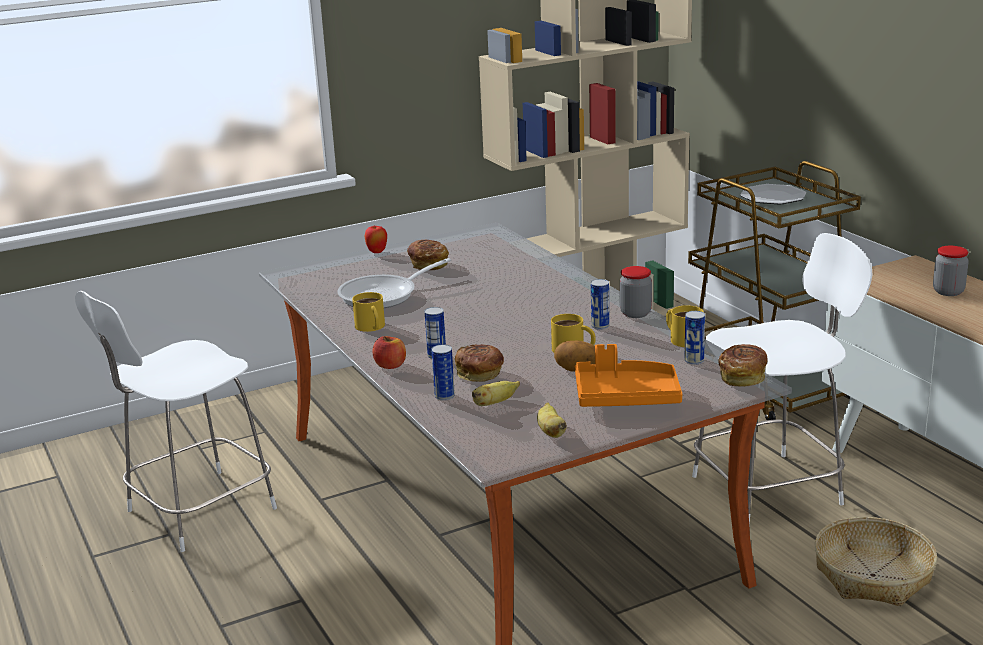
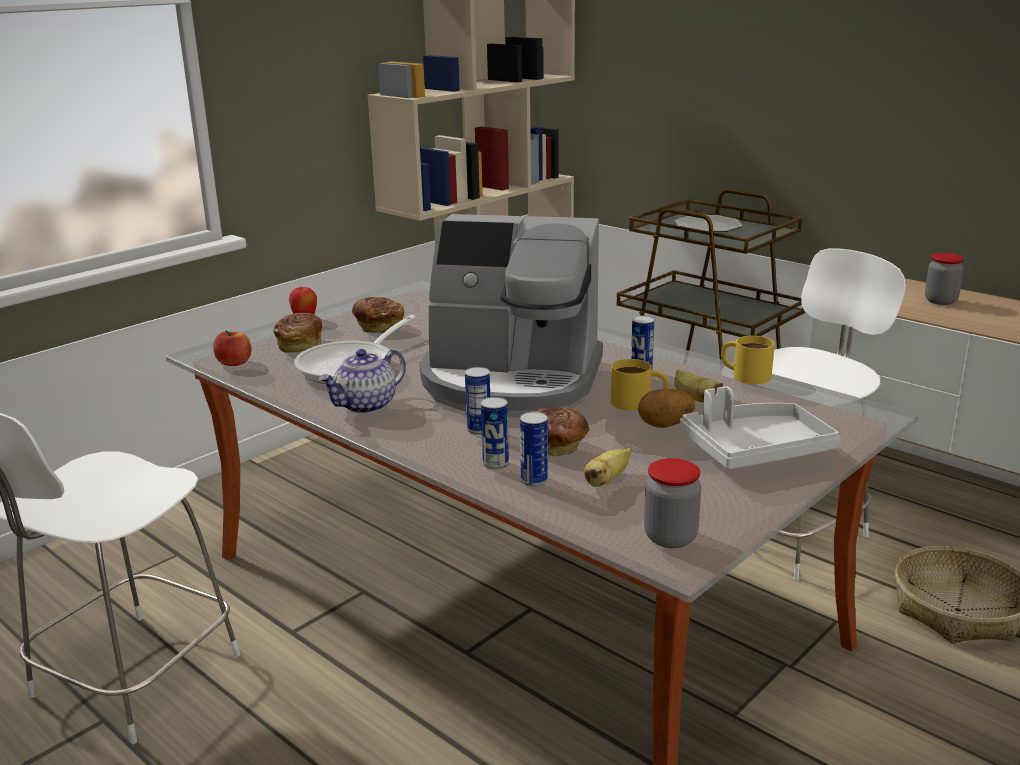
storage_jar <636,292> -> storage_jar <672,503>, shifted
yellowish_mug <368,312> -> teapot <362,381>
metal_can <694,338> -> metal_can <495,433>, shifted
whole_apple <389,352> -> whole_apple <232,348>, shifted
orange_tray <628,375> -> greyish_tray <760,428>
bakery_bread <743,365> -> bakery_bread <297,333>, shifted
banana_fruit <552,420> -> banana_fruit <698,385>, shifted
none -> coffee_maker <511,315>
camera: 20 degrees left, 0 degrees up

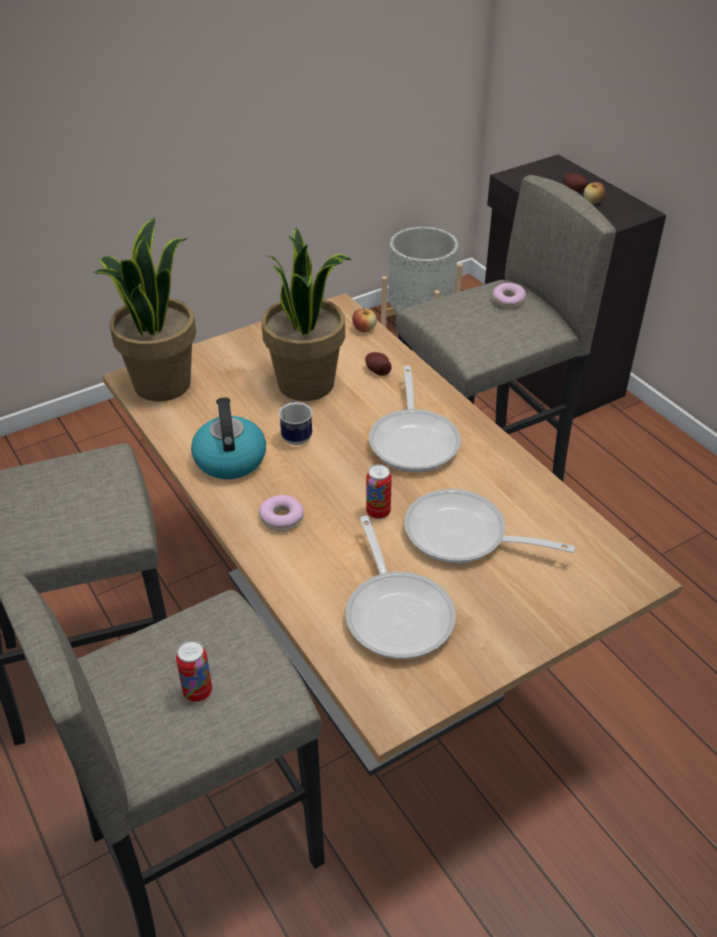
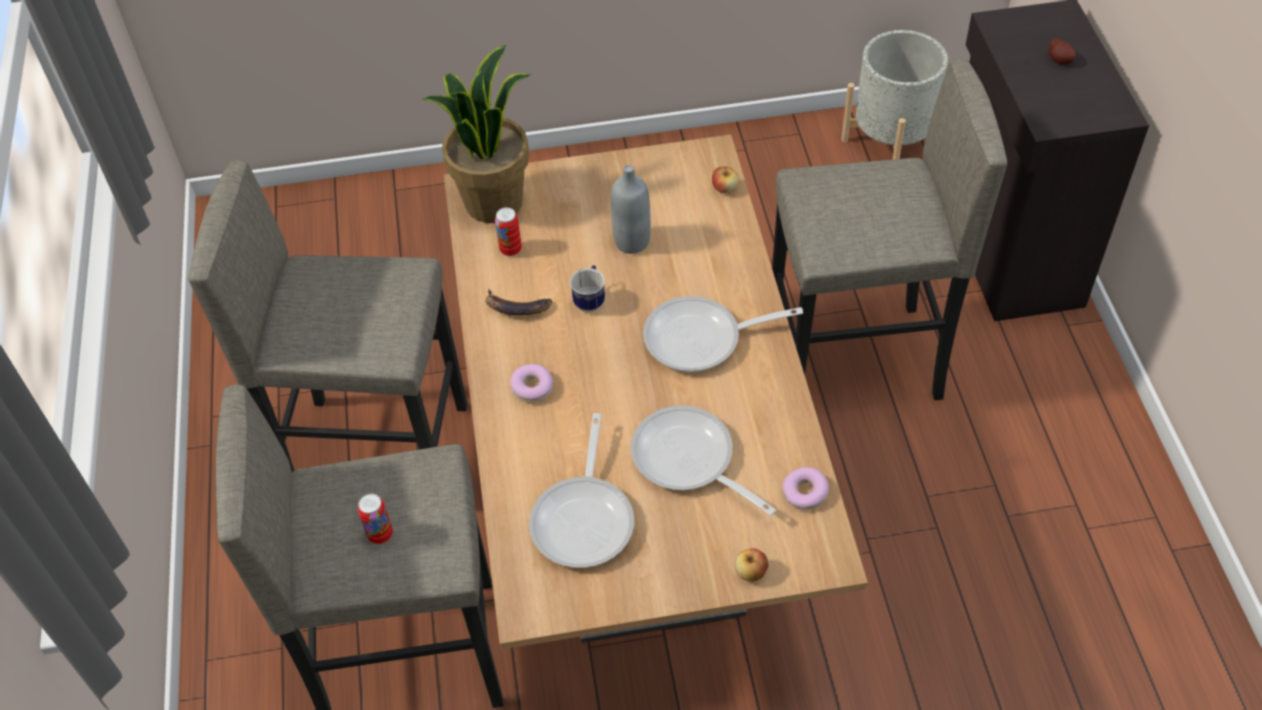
whole_apple <594,193> -> whole_apple <751,565>, shifted
potted_plant <307,314> -> greyish_bottle <631,209>
doughnut <509,295> -> doughnut <805,488>, shifted
spud <378,364> -> none
frying_pan <415,418> -> frying_pan <723,334>, 60 degrees clockwise
water_kettle <228,438> -> banana_fruit <519,302>
metal_can <379,491> -> metal_can <508,231>, shifted
camera: 25 degrees right, 10 degrees up

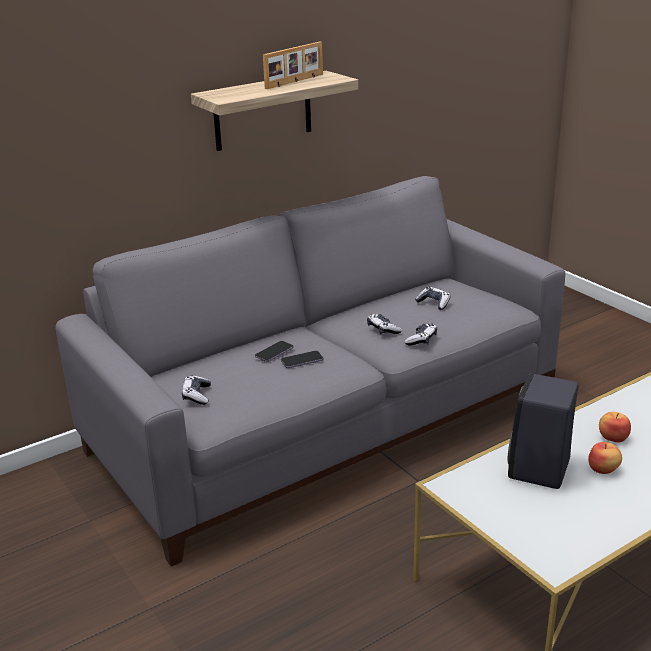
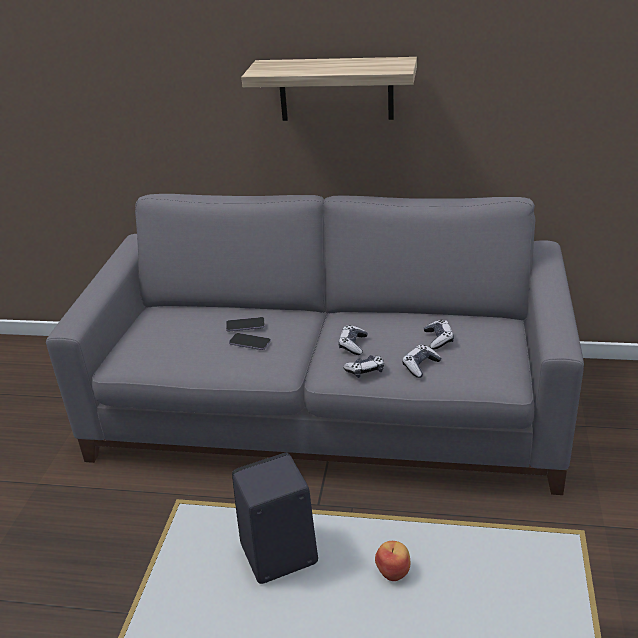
picture_frame <293,65> -> none
gamepad <196,390> -> gamepad <421,361>, shifted
whole_apple <605,458> -> none
camera: 45 degrees right, 5 degrees up

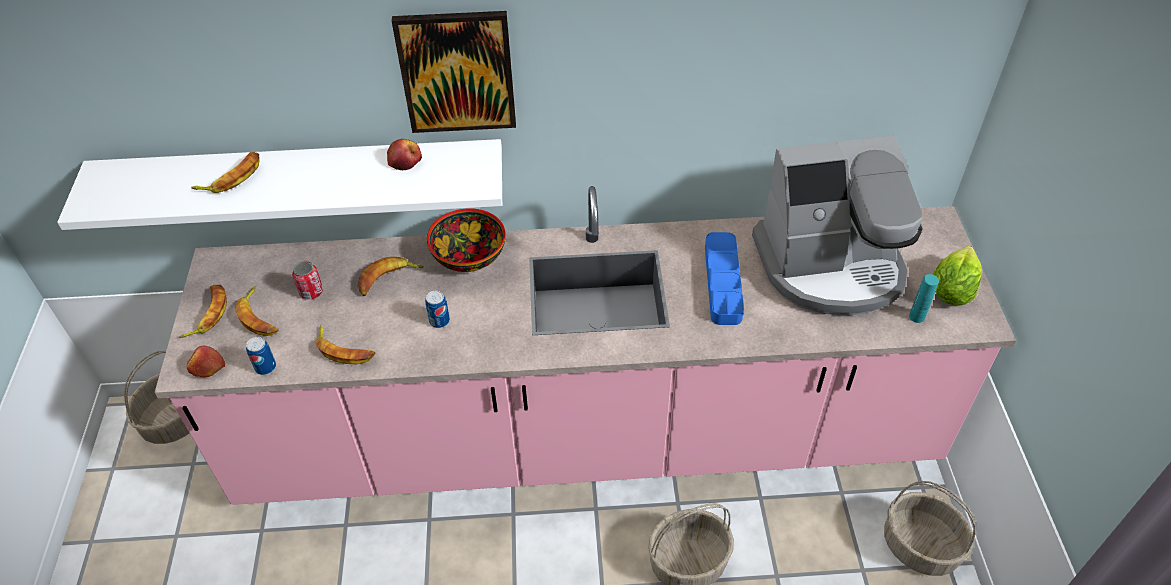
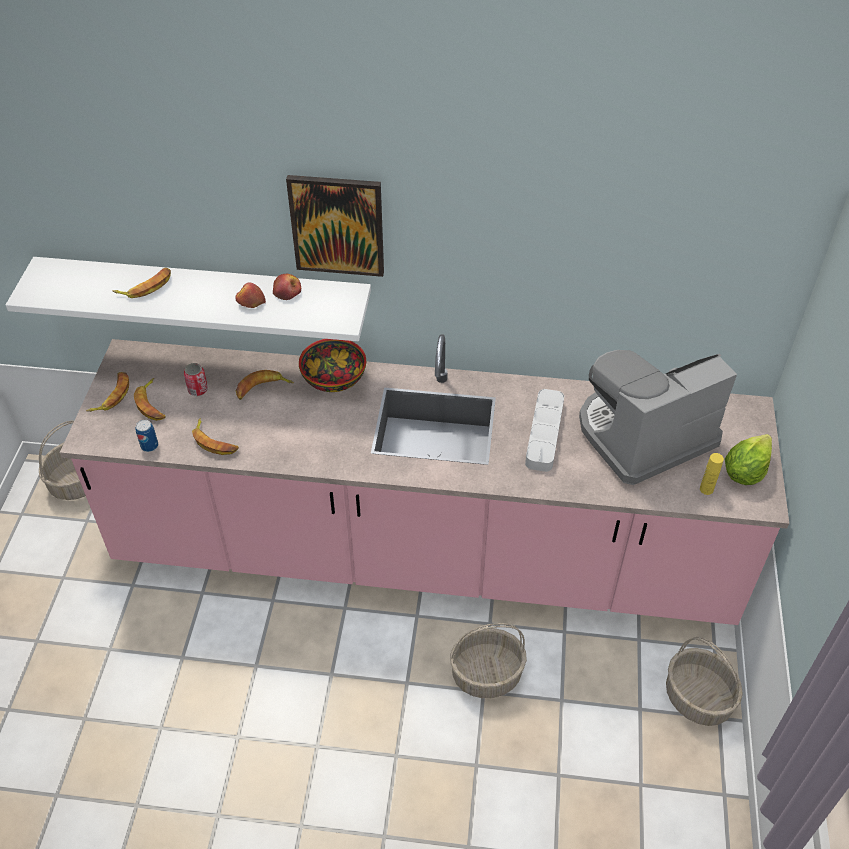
coffee_maker <837,225> -> coffee_maker <658,417>, 150 degrees clockwise
blue_tray <724,278> -> greyish_tray <544,430>
turquoise_bottle <924,298> -> yellowish_bottle <712,474>
metal_can <437,309> -> none
whole_apple <206,361> -> whole_apple <250,295>, shifted
camera: 10 degrees right, 0 degrees up

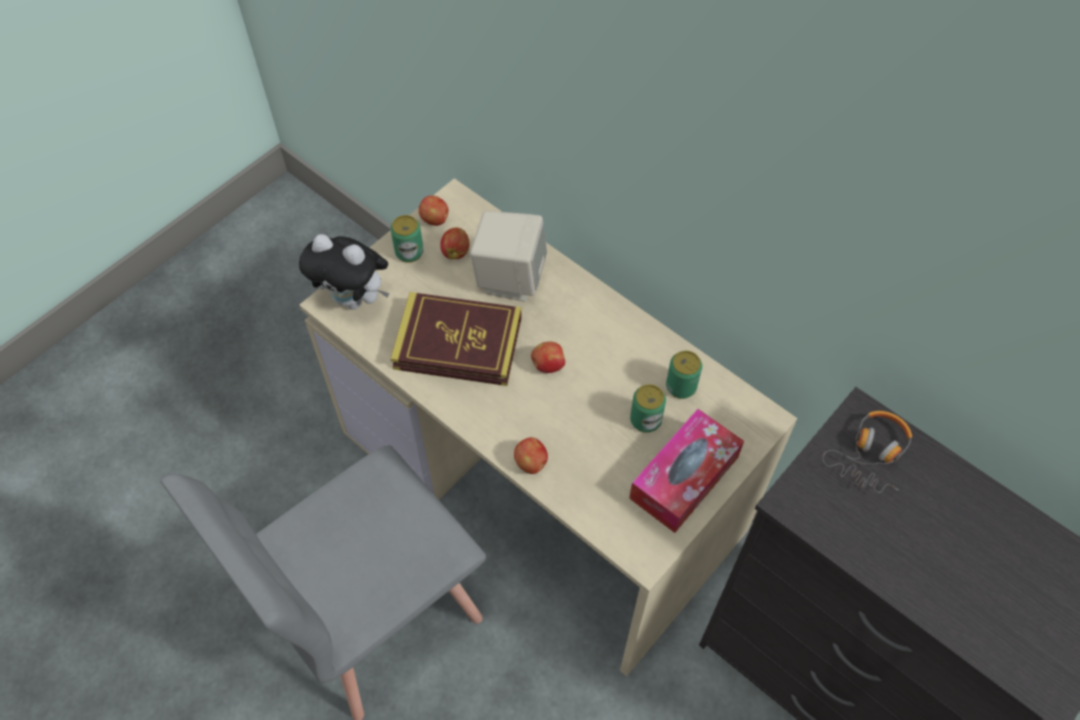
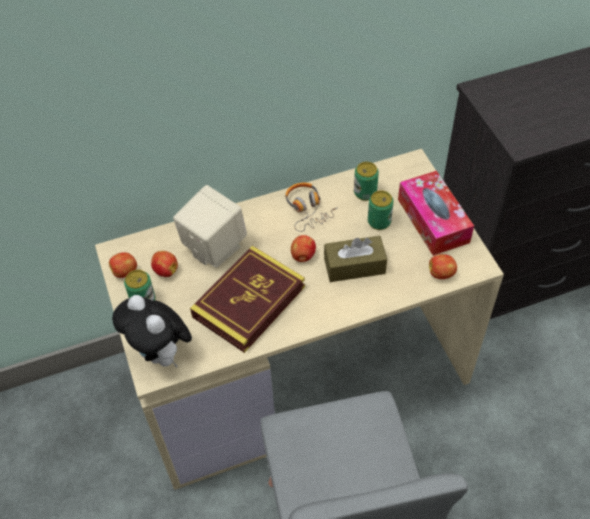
soft_toy <344,272> -> soft_toy <152,331>, 90 degrees clockwise
pair_of_headphones <867,452> -> pair_of_headphones <311,207>, shifted
whole_apple <531,455> -> whole_apple <443,266>, shifted
none -> brown-coloured_tissue_holder <355,259>
camera: 60 degrees left, 5 degrees down

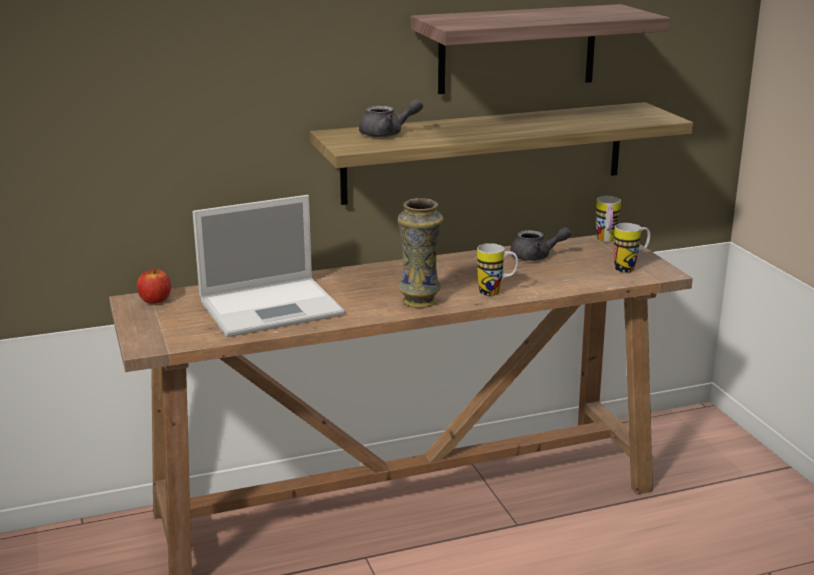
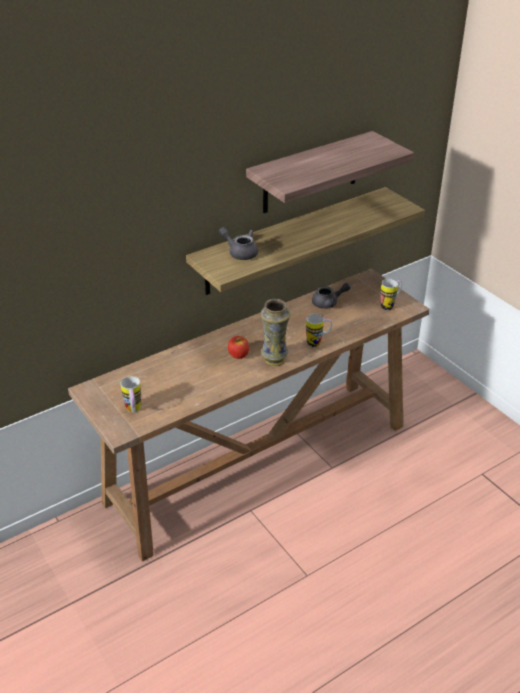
greyish_teapot <391,118> -> greyish_teapot <238,243>, 120 degrees counterclockwise
laptop <269,266> -> none
mug <608,219> -> mug <130,394>, shifted
whole_apple <154,286> -> whole_apple <238,347>, shifted
camera: 15 degrees left, 15 degrees up

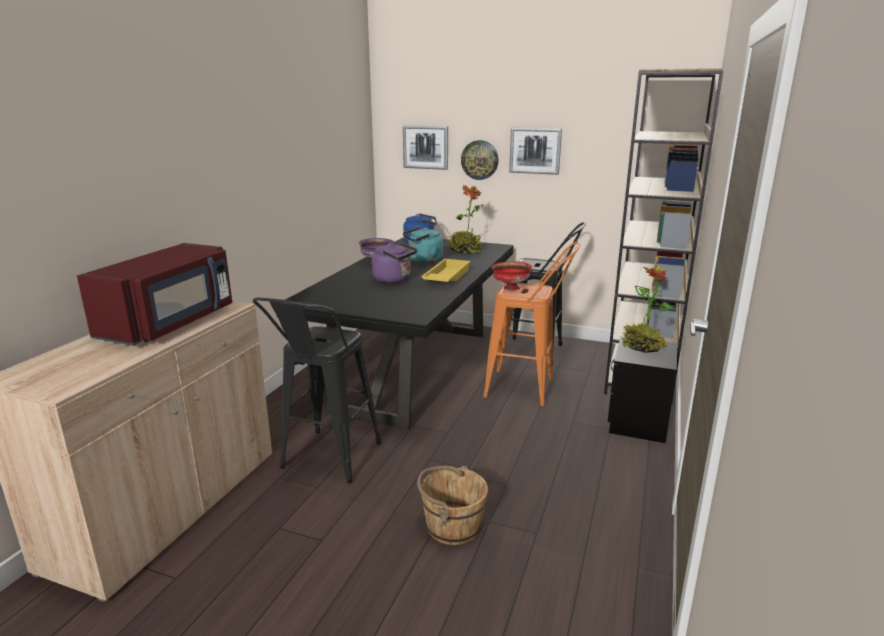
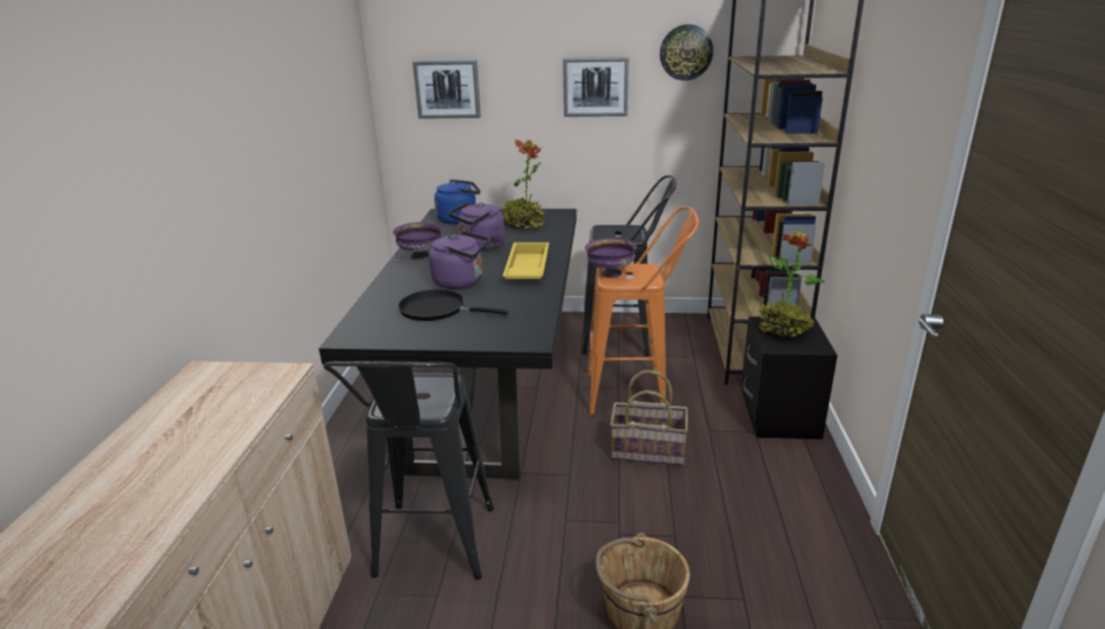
clock_on_the_wall <480,160> -> clock_on_the_wall <686,52>, shifted
turquoise_water_kettle <423,245> -> purple-coloured_water_kettle <476,226>
reddish_microwave_oven <154,294> -> none
reddish_deep_dish <511,275> -> purple-coloured_deep_dish <611,257>
none -> black_frying_pan <453,305>
none -> basket <649,418>
camera: 15 degrees left, 5 degrees up

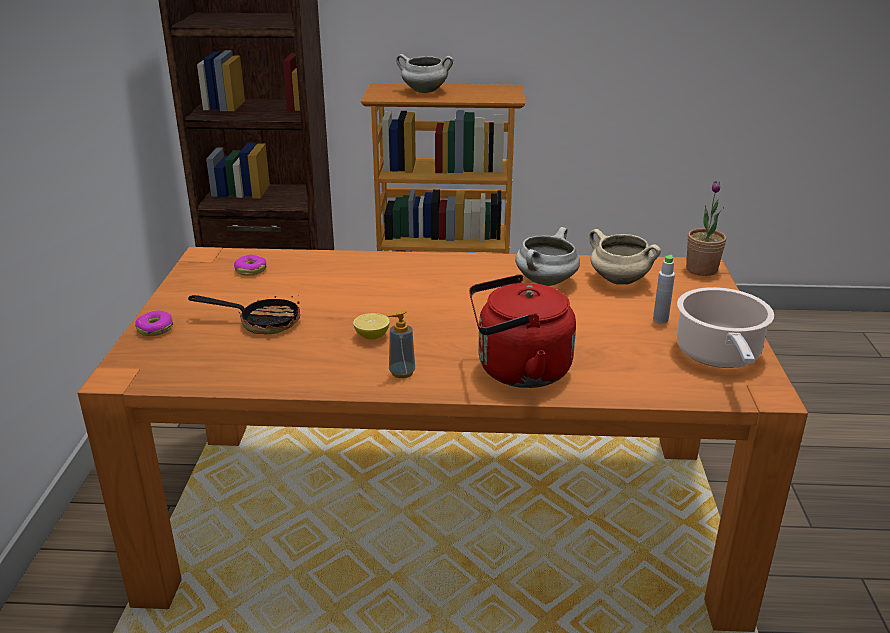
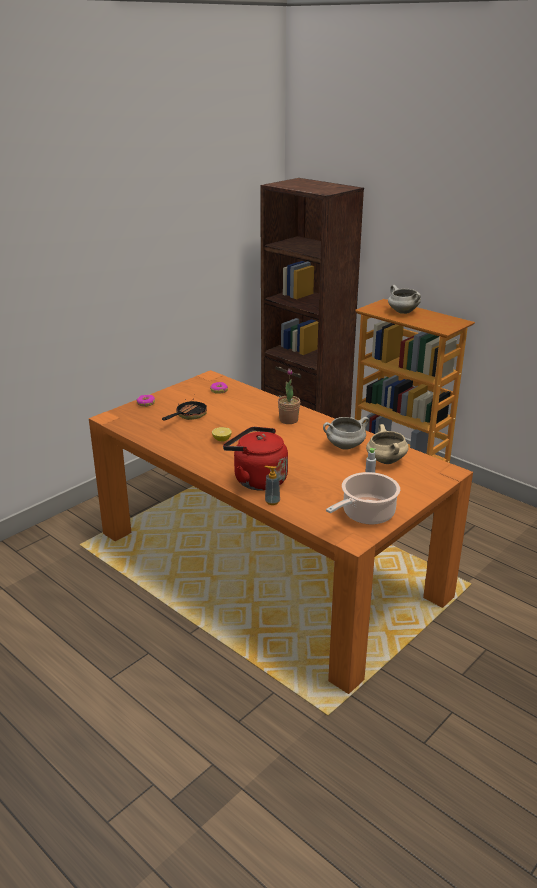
potted_plant <706,228> -> potted_plant <289,396>, shifted
frying_pan <244,314> -> frying_pan <184,409>, 105 degrees counterclockwise
soap_dispenser <401,344> -> soap_dispenser <272,485>, shifted
camera: 40 degrees right, 0 degrees up

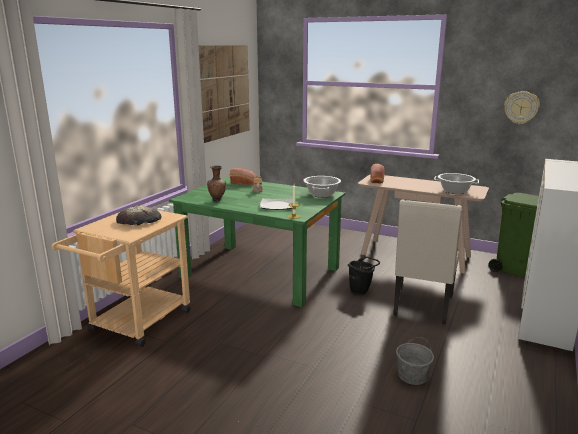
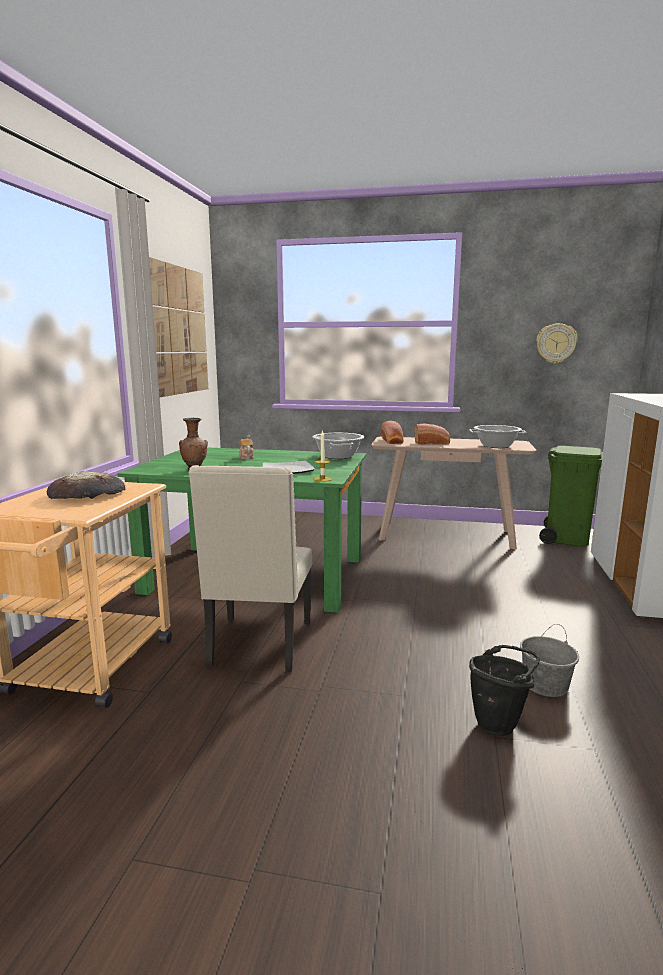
bakery_bread <244,176> -> bakery_bread <432,434>, shifted
beige-coloured_plain_chair <427,262> -> beige-coloured_plain_chair <250,568>, shifted
black_water_bucket <364,276> -> black_water_bucket <504,690>, shifted
camera: 15 degrees left, 5 degrees down

